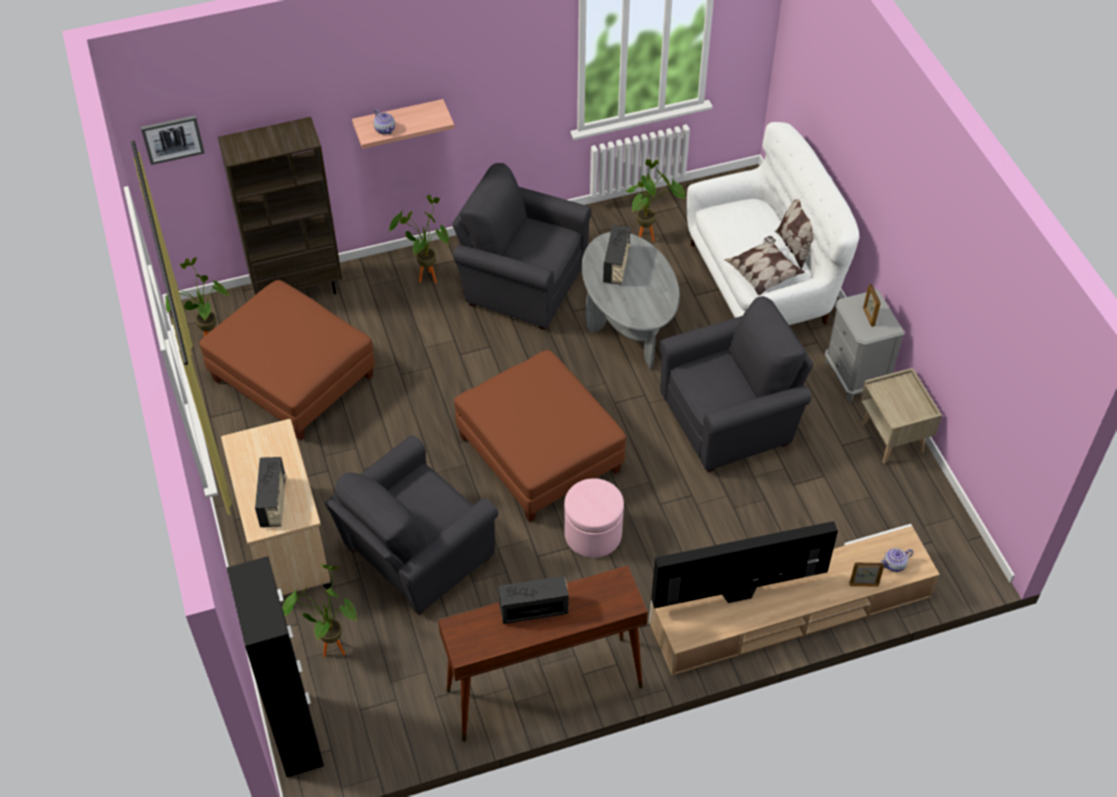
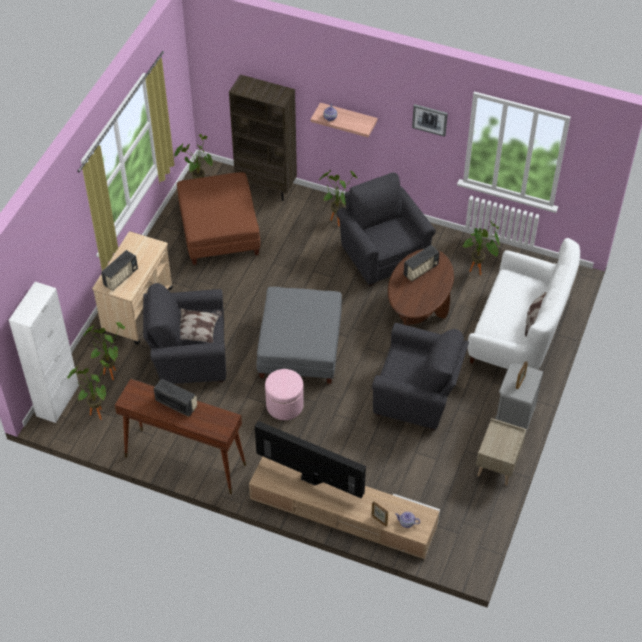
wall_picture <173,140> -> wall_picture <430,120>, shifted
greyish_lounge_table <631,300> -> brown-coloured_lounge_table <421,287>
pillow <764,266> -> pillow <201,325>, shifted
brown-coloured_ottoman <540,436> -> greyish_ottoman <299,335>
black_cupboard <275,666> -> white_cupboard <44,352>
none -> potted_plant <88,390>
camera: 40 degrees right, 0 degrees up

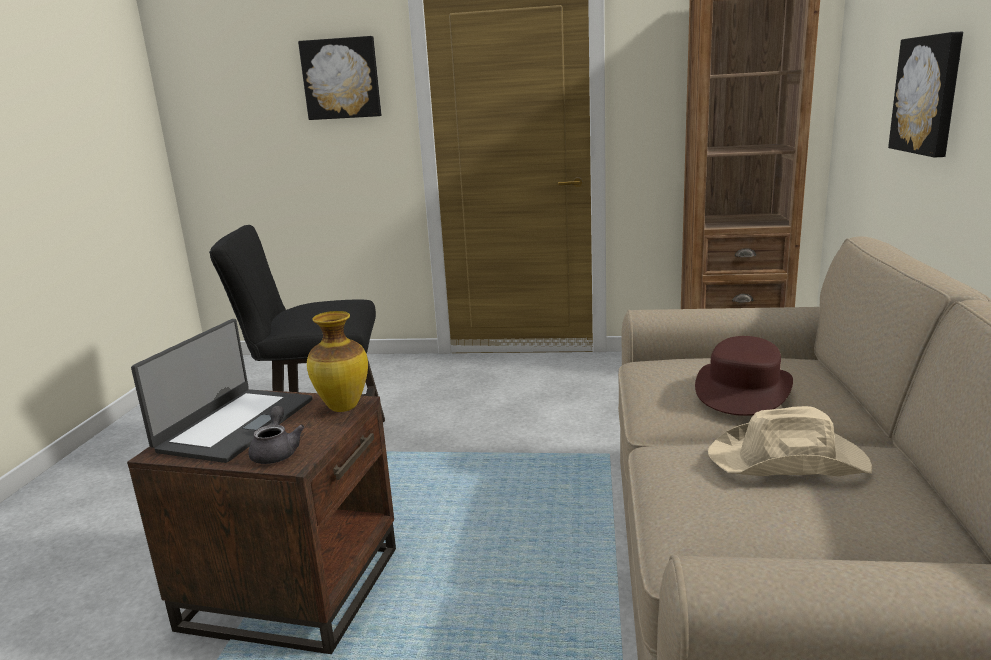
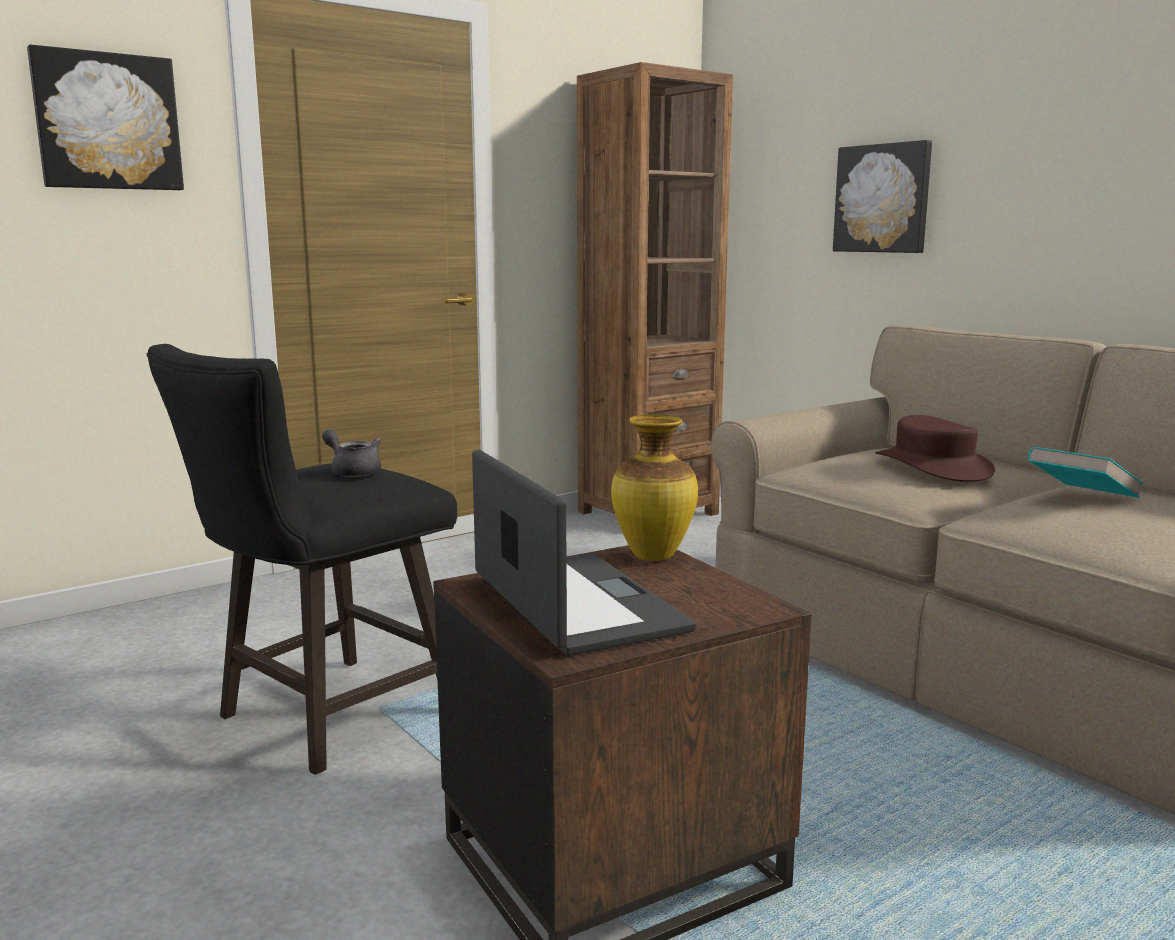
greyish_teapot <276,435> -> greyish_teapot <351,453>, shifted
beige-coloured_hat <790,441> -> turquoise_book <1086,472>
camera: 45 degrees left, 5 degrees down

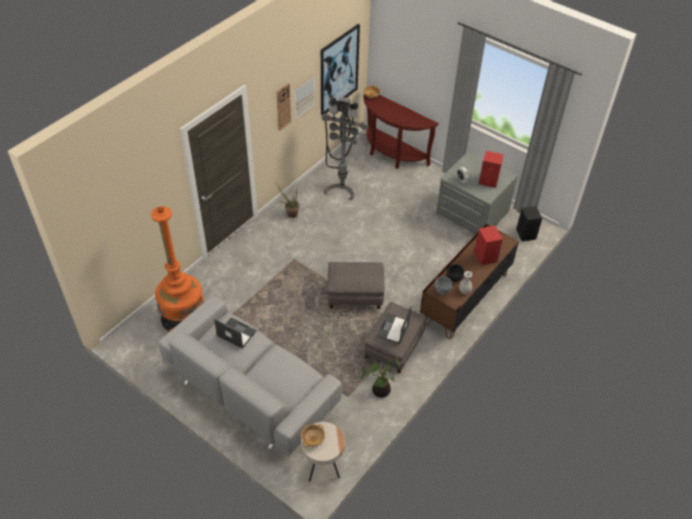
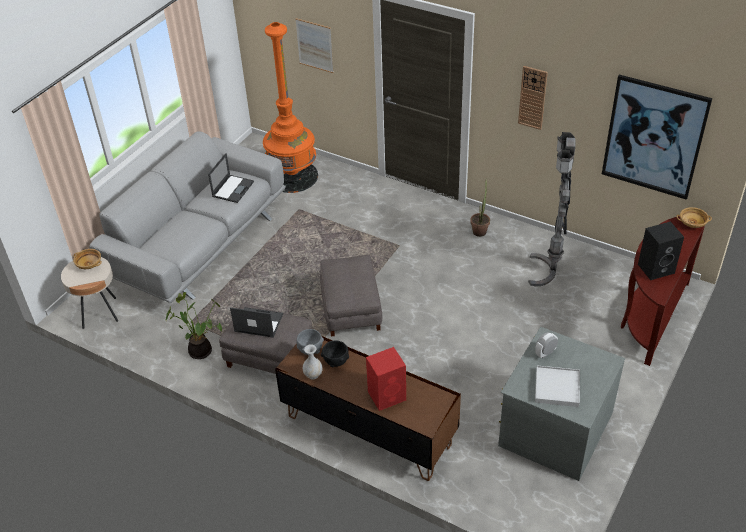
wall_picture <305,97> -> wall_picture <314,45>, shifted
reddish_speaker <491,169> -> white_tray <557,386>
black_speaker <529,223> -> black_speaker <661,250>, shifted
camera: 85 degrees right, 5 degrees down

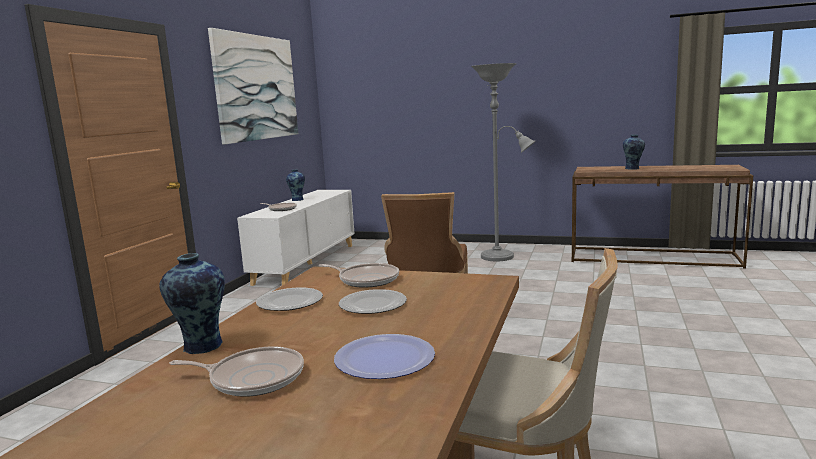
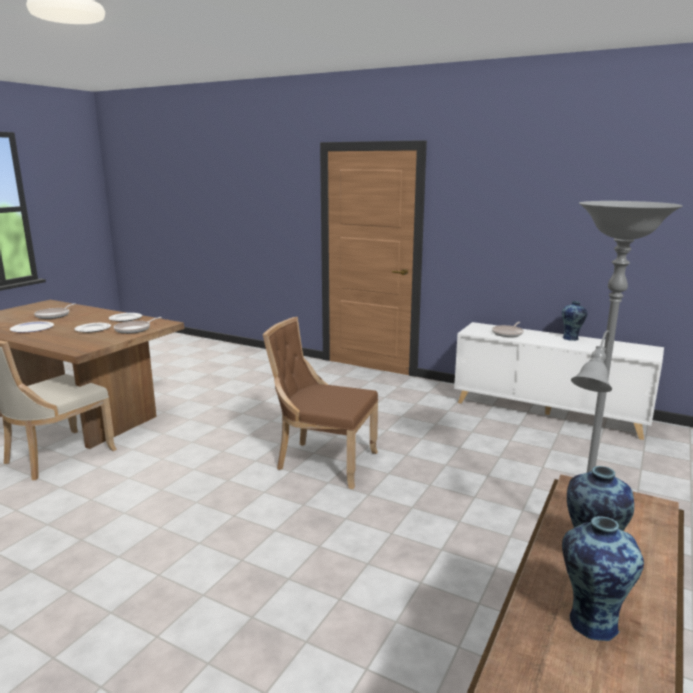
wall_picture <253,86> -> none
vase <192,303> -> vase <603,578>, shifted
camera: 100 degrees right, 5 degrees up

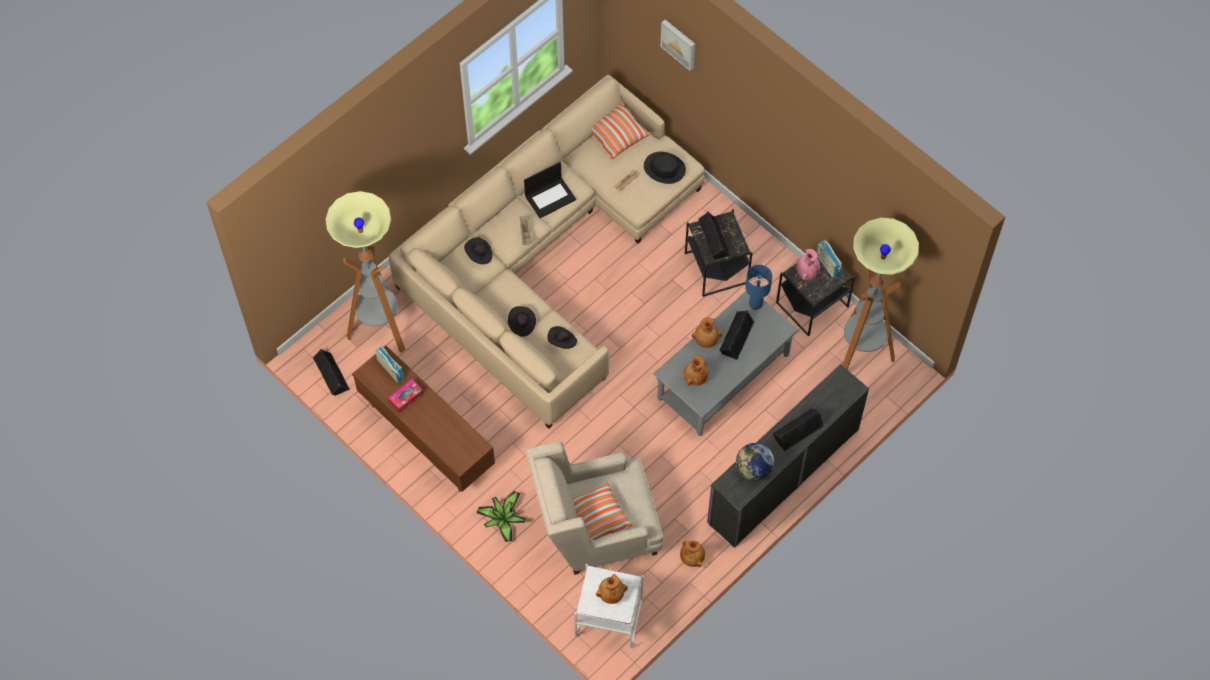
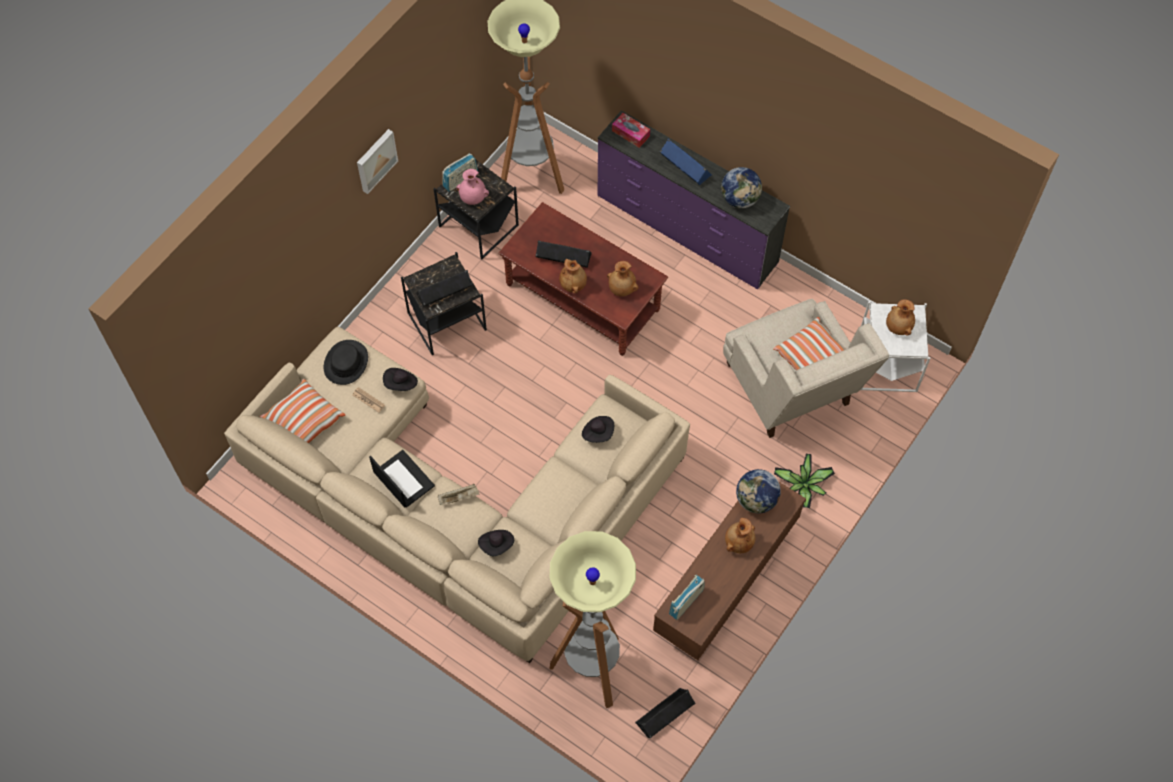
wall_picture <677,45> -> wall_picture <377,161>, shifted
blue_table_lamp <758,287> -> none
greyish_lounge_table <725,363> -> brown-coloured_lounge_table <583,279>
black_hat <522,321> -> black_hat <400,379>, shifted
tissue_holder <406,396> -> tissue_holder <631,130>, shifted
black_speaker <798,429> -> blue_speaker <686,162>
brown-coloured_vase <692,553> -> brown-coloured_vase <740,535>, shifted
none -> desk_globe <758,491>
camera: 100 degrees left, 0 degrees up

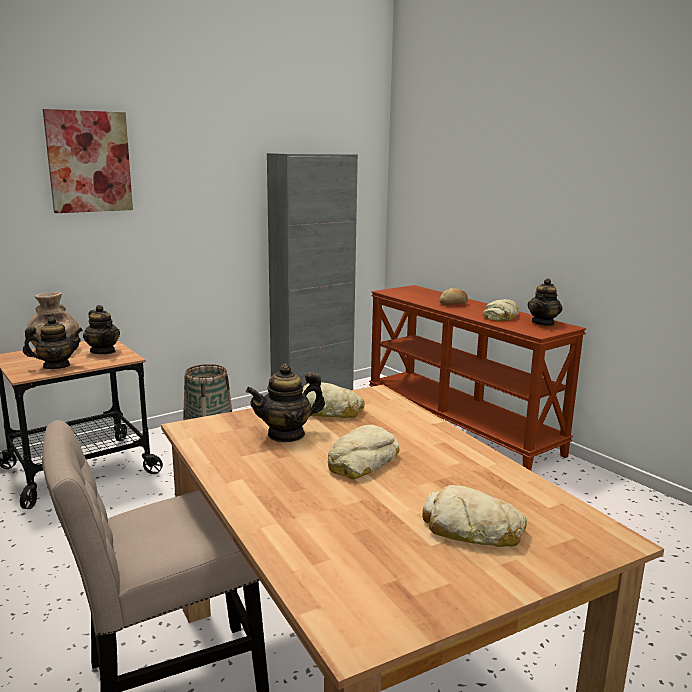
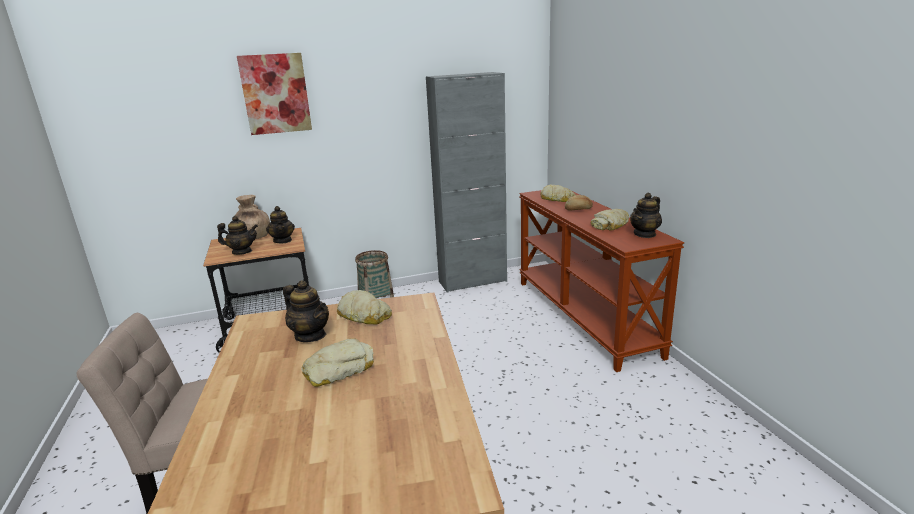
teapot <285,402> -> teapot <306,311>, 135 degrees counterclockwise
bakery_bread <474,516> -> bakery_bread <558,193>, shifted
camera: 20 degrees right, 5 degrees up

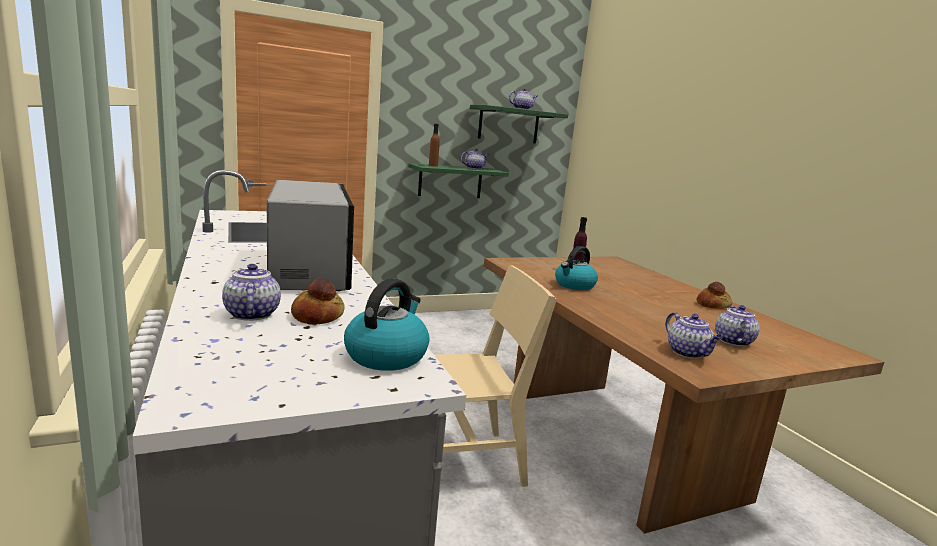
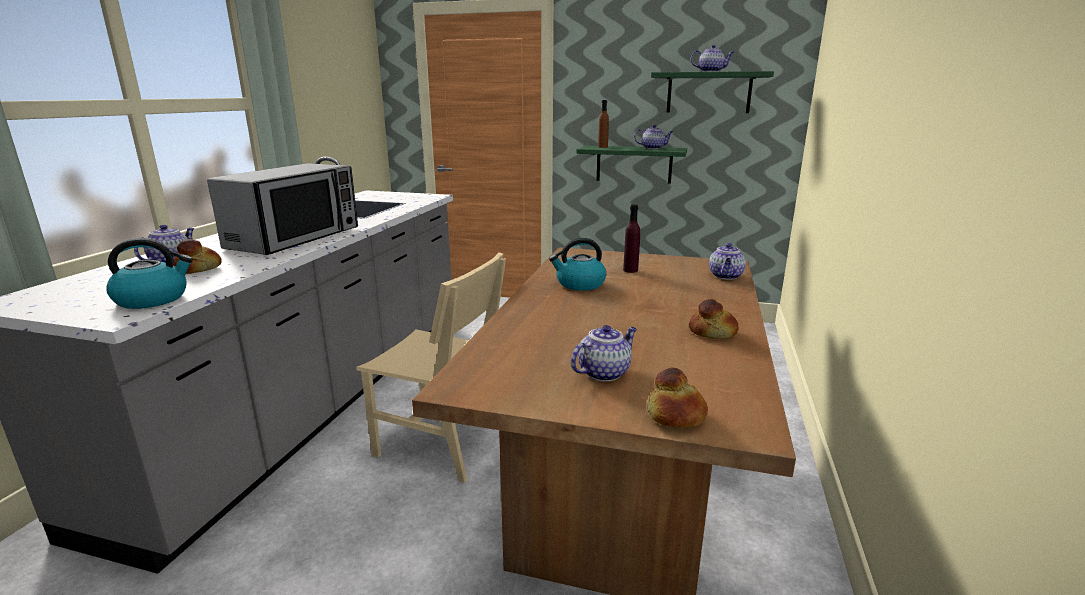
teapot <693,335> -> teapot <727,261>, shifted
none -> bakery_bread <677,398>
camera: 40 degrees right, 5 degrees up

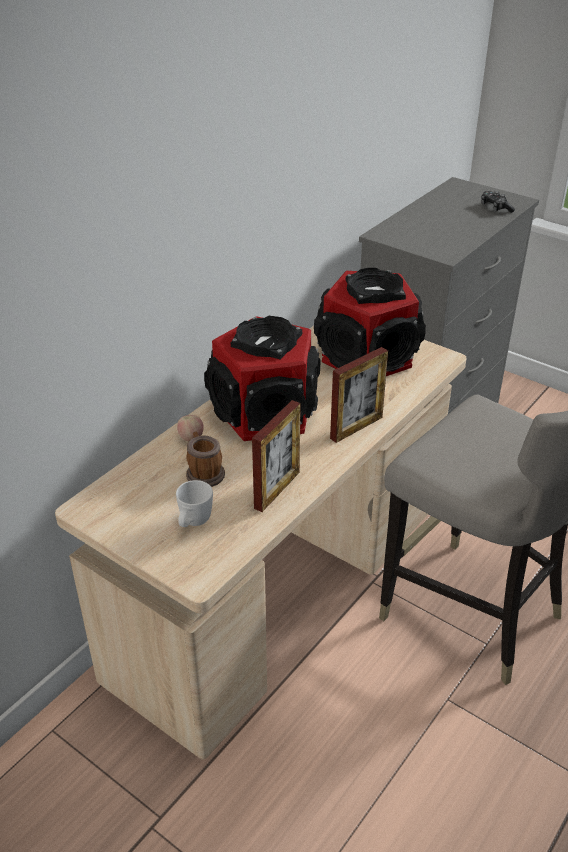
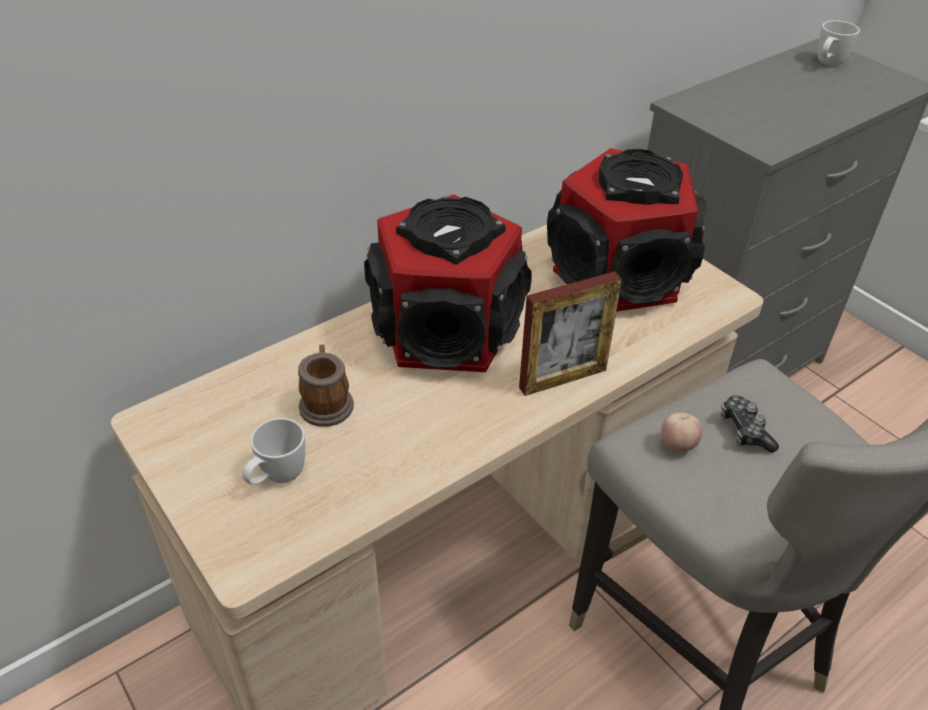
gamepad <498,202> -> gamepad <750,424>, shifted
picture_frame <276,456> -> none
whole_apple <190,428> -> whole_apple <681,432>, shifted
none -> white_mug <839,43>
camera: 15 degrees right, 5 degrees up

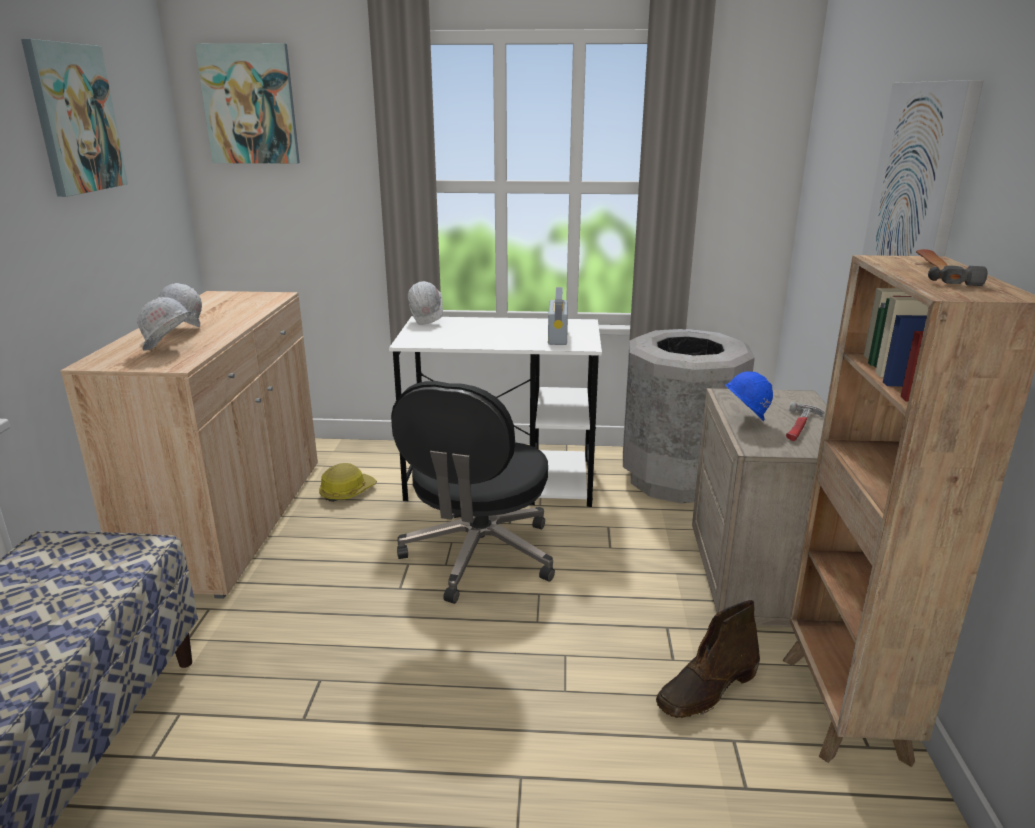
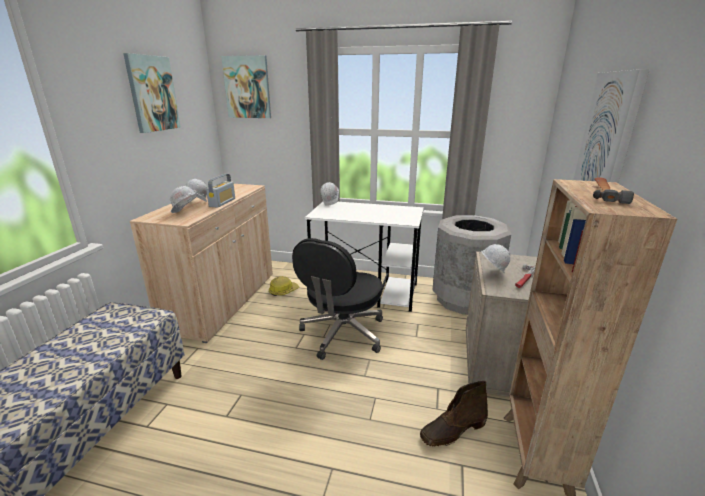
radio_set <558,316> -> radio_set <220,191>, shifted
blue_hard_hat <749,396> -> white_hard_hat <496,259>
camera: 10 degrees right, 0 degrees up

